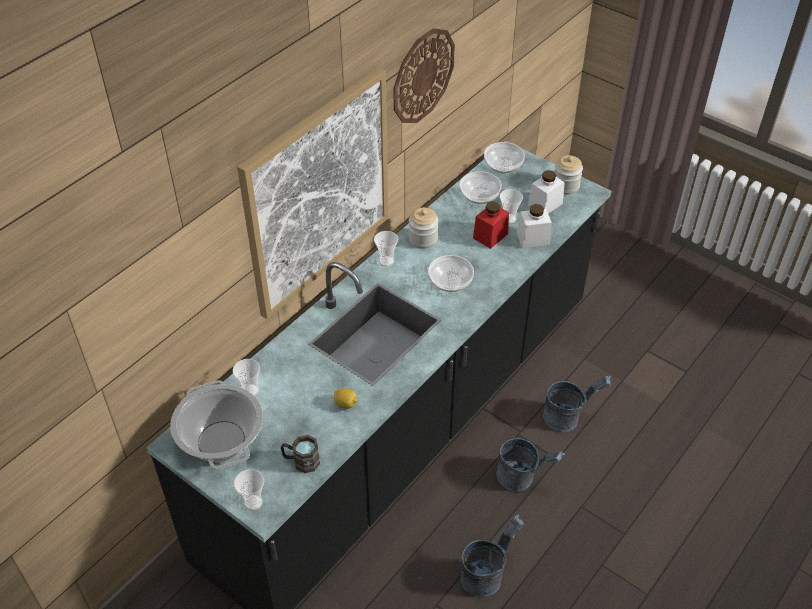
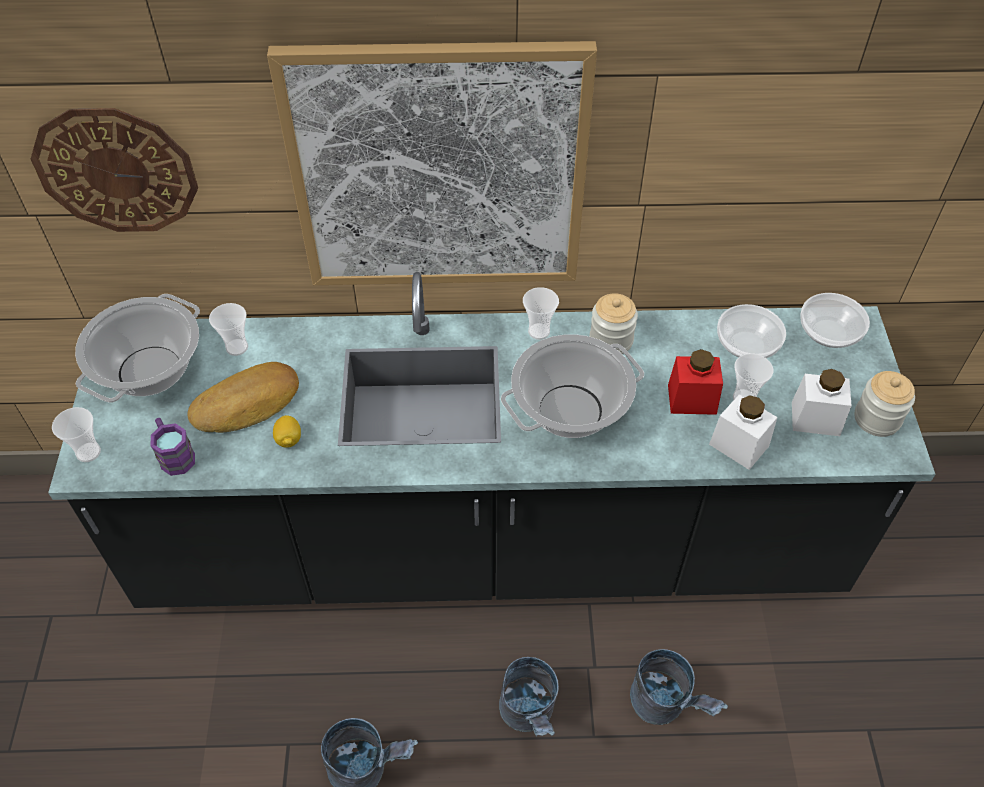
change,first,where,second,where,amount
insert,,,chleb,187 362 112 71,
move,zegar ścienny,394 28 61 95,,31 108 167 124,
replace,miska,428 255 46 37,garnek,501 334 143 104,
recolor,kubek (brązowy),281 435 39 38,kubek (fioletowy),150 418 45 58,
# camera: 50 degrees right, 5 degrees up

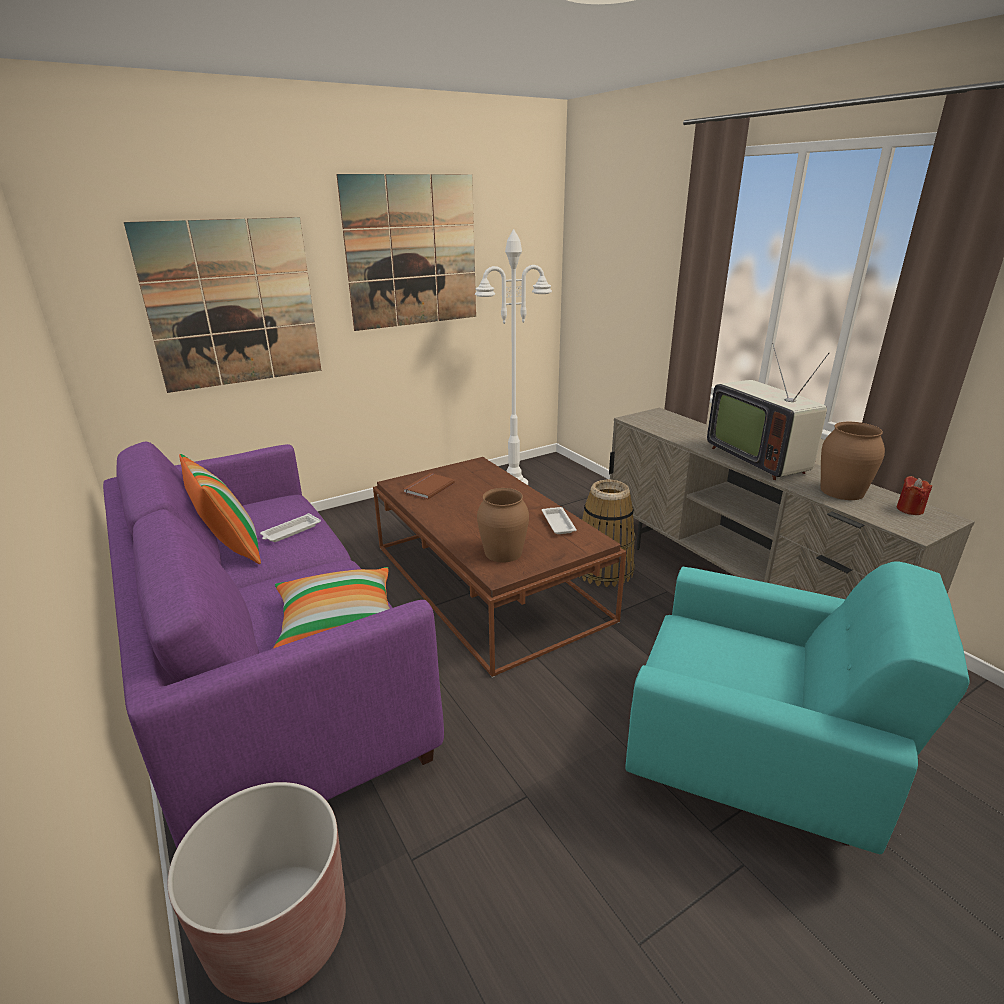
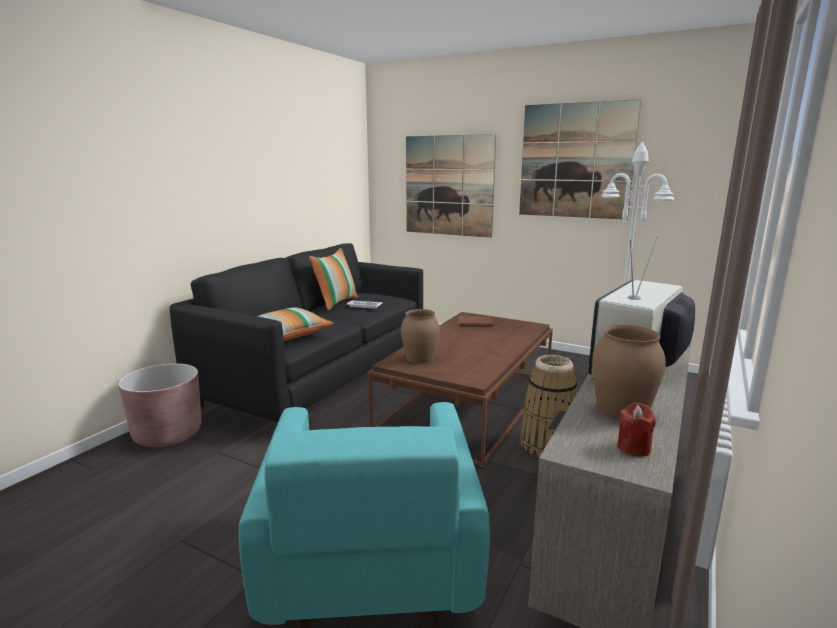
change,first,where,second,where,amount
delete,taca (biały),542 507 35 27,,,
recolor,kanapa (fioletowy),103 442 341 406,kanapa (czarny),170 243 253 179,
# camera: 60 degrees right, 10 degrees down

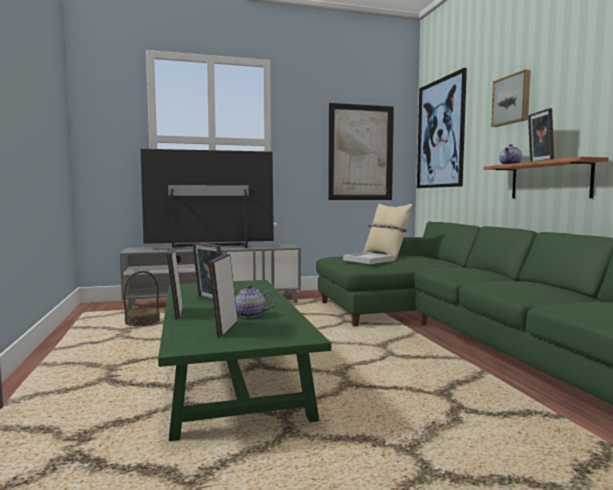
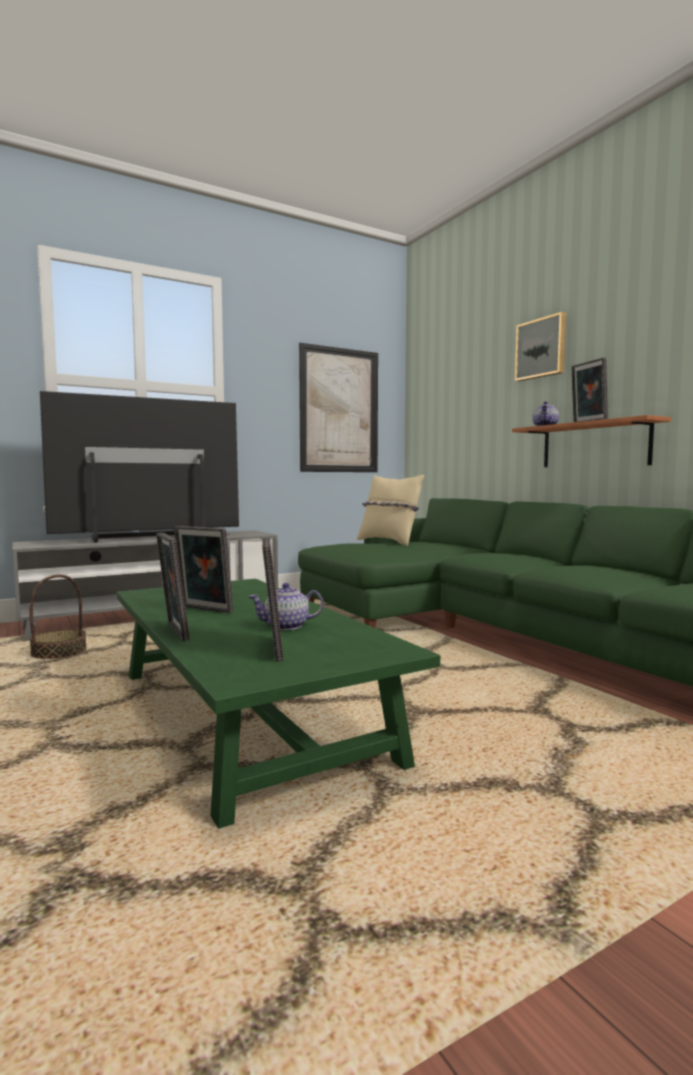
change,first,where,second,where,amount
delete,taca (biały),343 252 52 12,,,
delete,obraz,417 68 50 120,,,
# camera: 15 degrees left, 0 degrees up

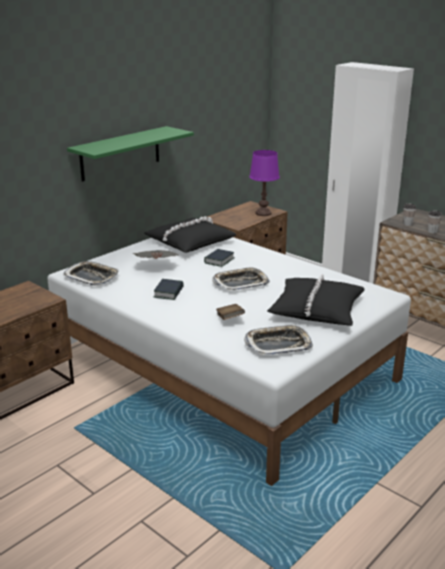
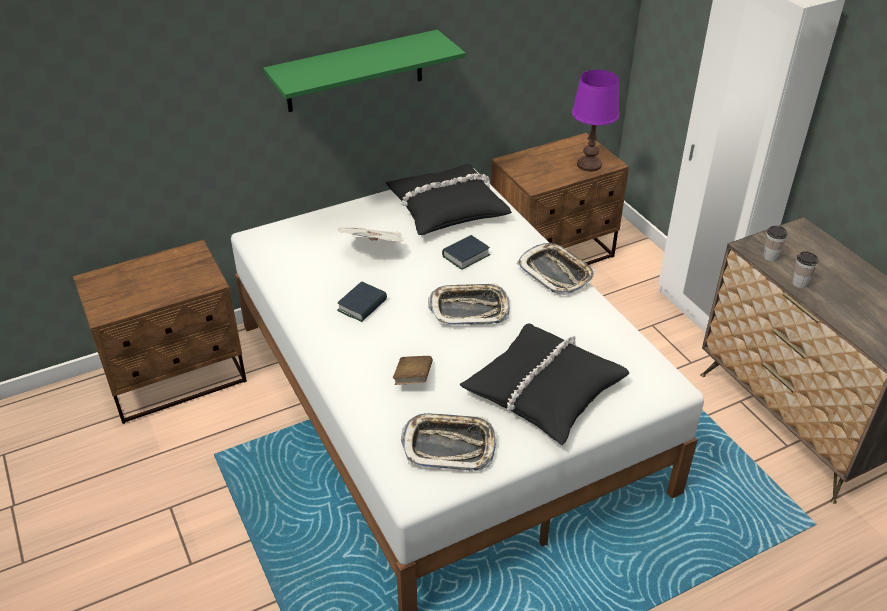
change,first,where,second,where,amount
move,taca,63 261 56 25,,517 243 78 52,
# camera: 20 degrees right, 15 degrees up

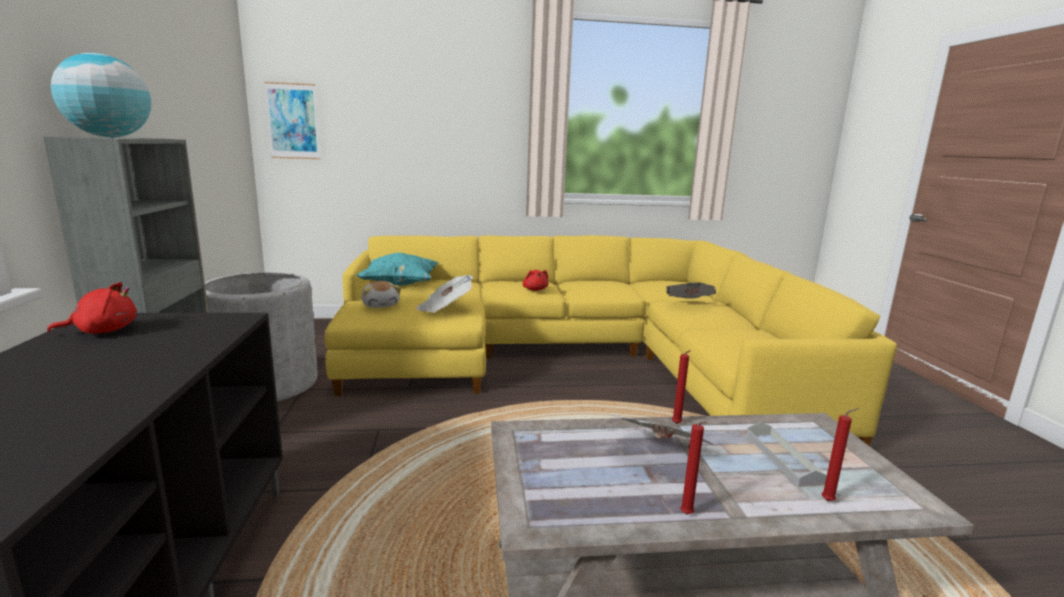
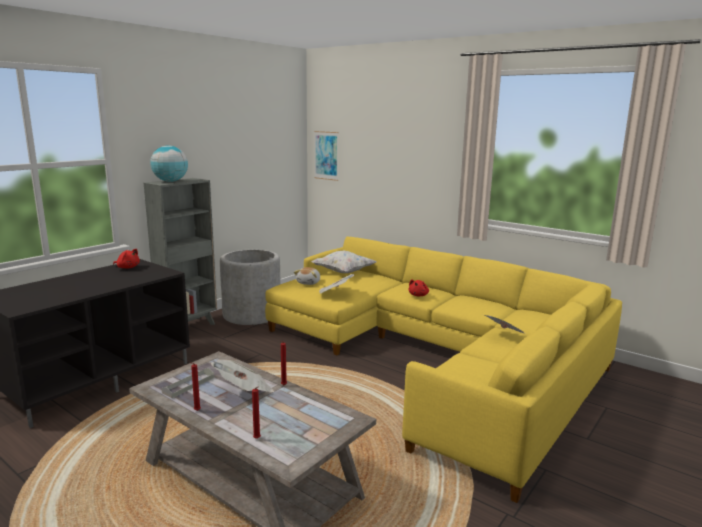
change,first,where,second,where,amount
move,taca (szary),746 422 81 65,,162 368 52 30,
recolor,poduszka (turkusowy),356 253 82 32,poduszka (biały),311 251 66 22,
# camera: 45 degrees right, 0 degrees up

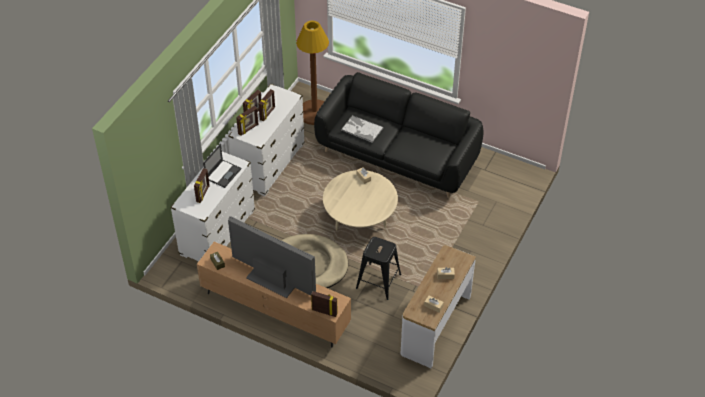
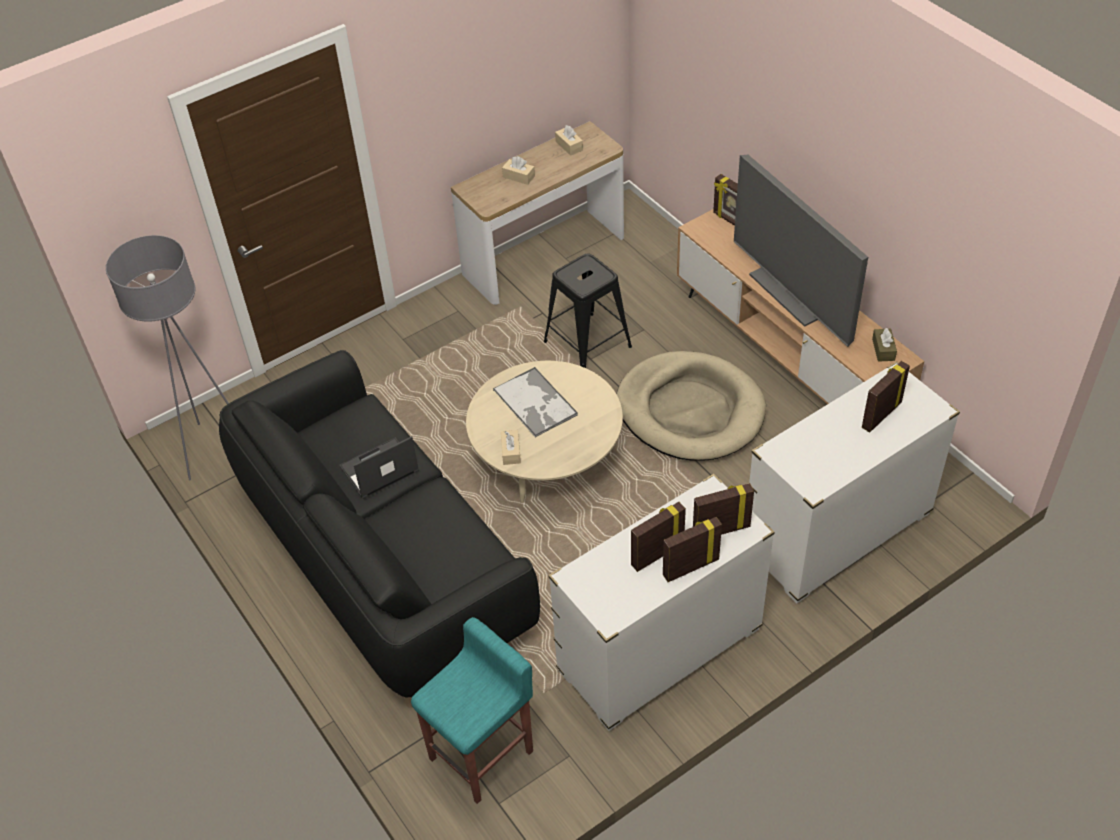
change,first,where,second,where,amount
insert,,,lampa stojąca (szary),106 235 123 245,
move,laptop,203 144 38 44,,340 436 79 63,
move,taca,341 115 43 28,,493 367 85 71,
replace,lampa stojąca (brązowy),296 20 33 105,stołek (turkusowy),411 617 122 187,
# camera: 150 degrees left, 0 degrees up

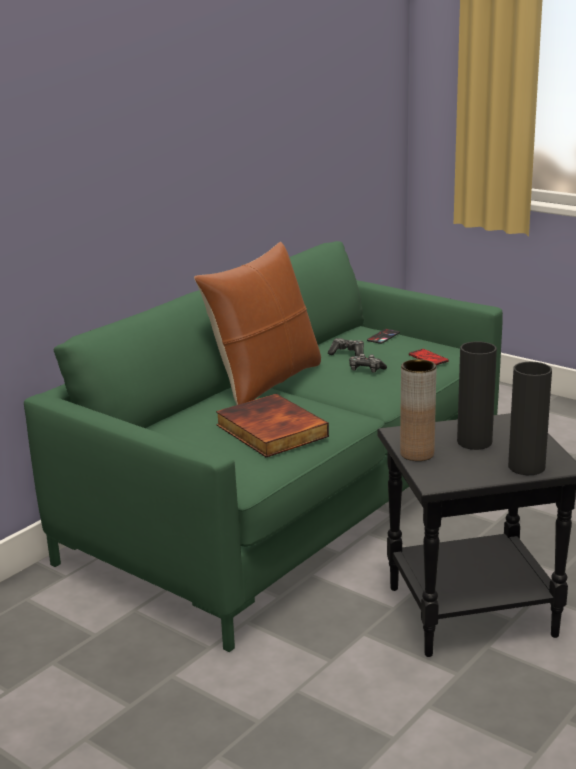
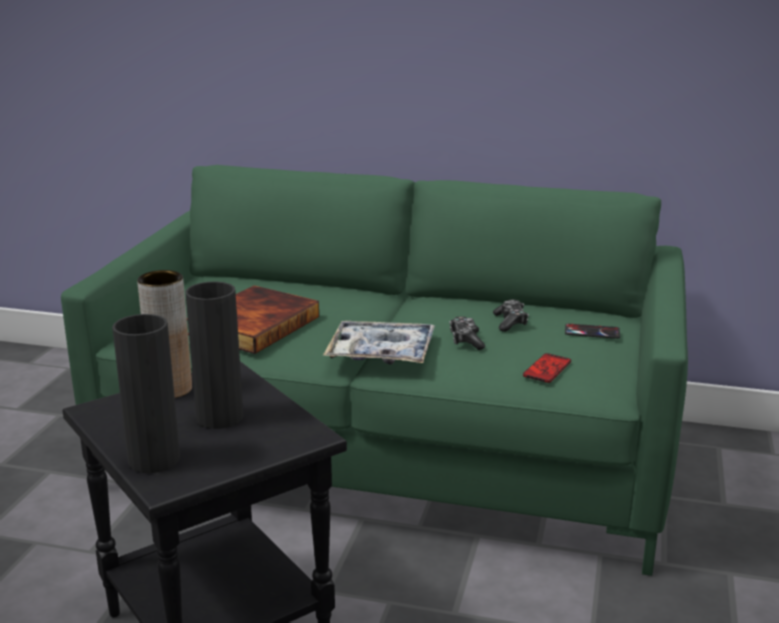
change,first,where,second,where,amount
delete,poduszka (brązowy),194 242 127 163,,,
insert,,,taca,323 320 112 44,
# camera: 65 degrees right, 0 degrees up

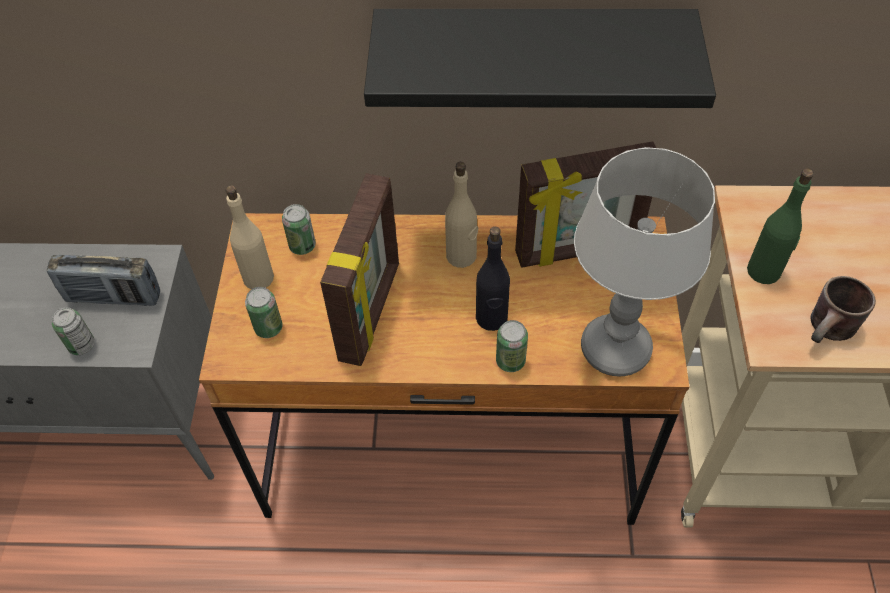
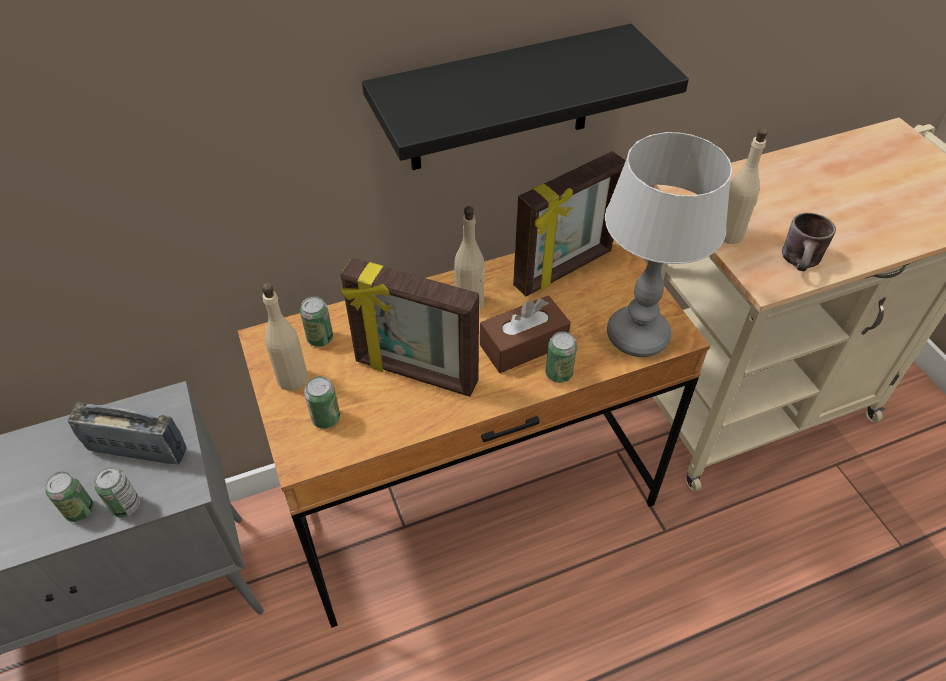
change,first,where,second,where,amount
insert,,,puszka,45 472 49 50,
replace,butelka (czarny),476 227 34 104,pudełko chusteczek (brązowy),480 295 91 78,
recolor,butelka (zielony),747 168 66 116,butelka (beżowy),724 128 44 116,
rotate,radio,47 255 113 51,,68 403 119 61,150 degrees counterclockwise
rotate,ramka na zdjęcie,320 173 79 193,,341 258 138 139,120 degrees clockwise
# camera: 25 degrees left, 5 degrees down

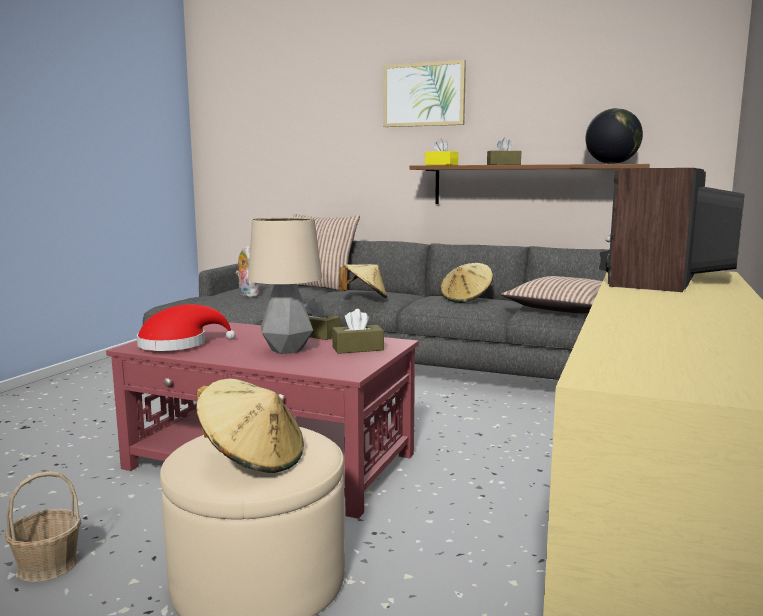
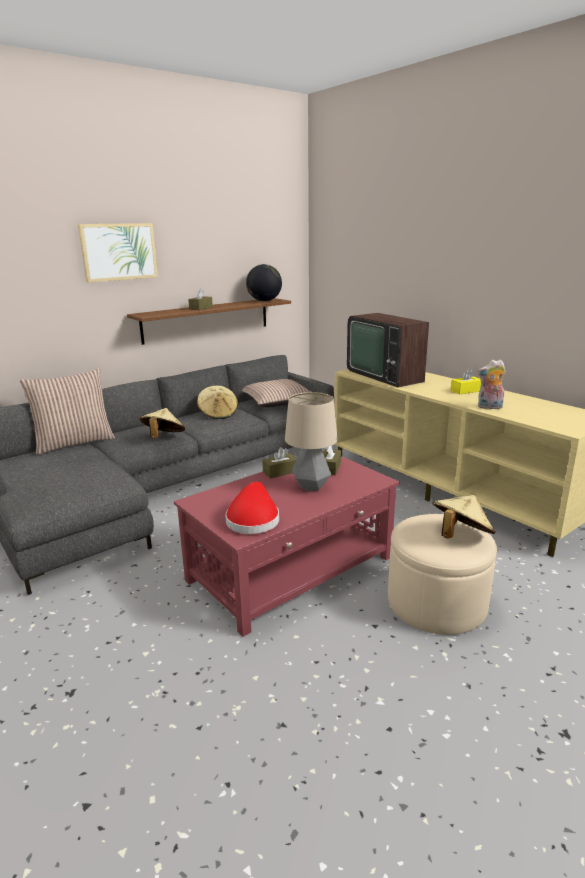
change,first,where,second,where,amount
delete,koszyk,5 471 76 111,,,
move,pluszak,235 246 24 51,,477 360 29 49,
move,pudełko chusteczek (żółty),425 139 34 26,,451 369 30 25,
# camera: 60 degrees left, 10 degrees up

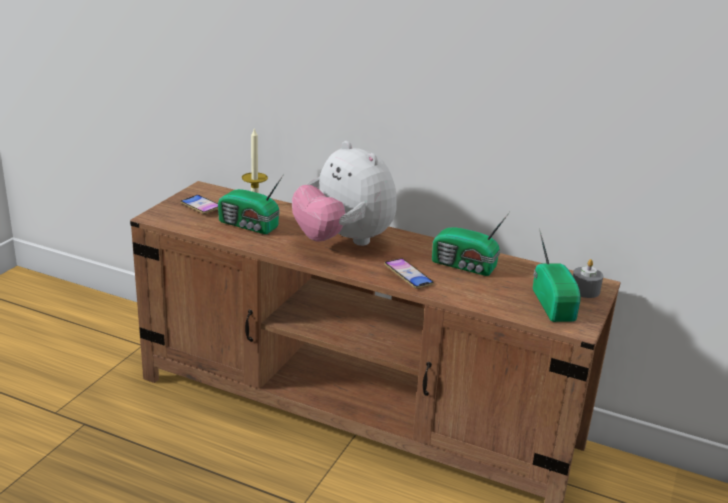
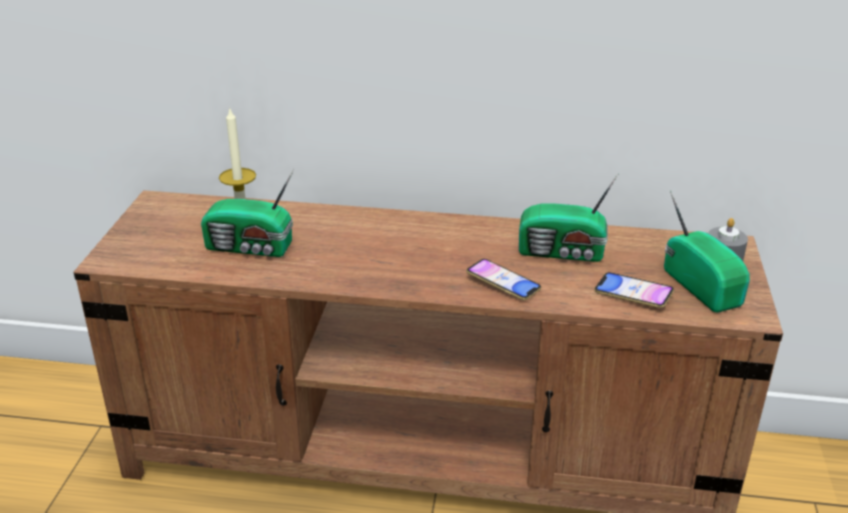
change,first,where,second,where,amount
delete,pluszak,292 141 105 105,,,
move,telefon,180 195 38 19,,594 272 80 36,
# camera: 15 degrees left, 5 degrees up

